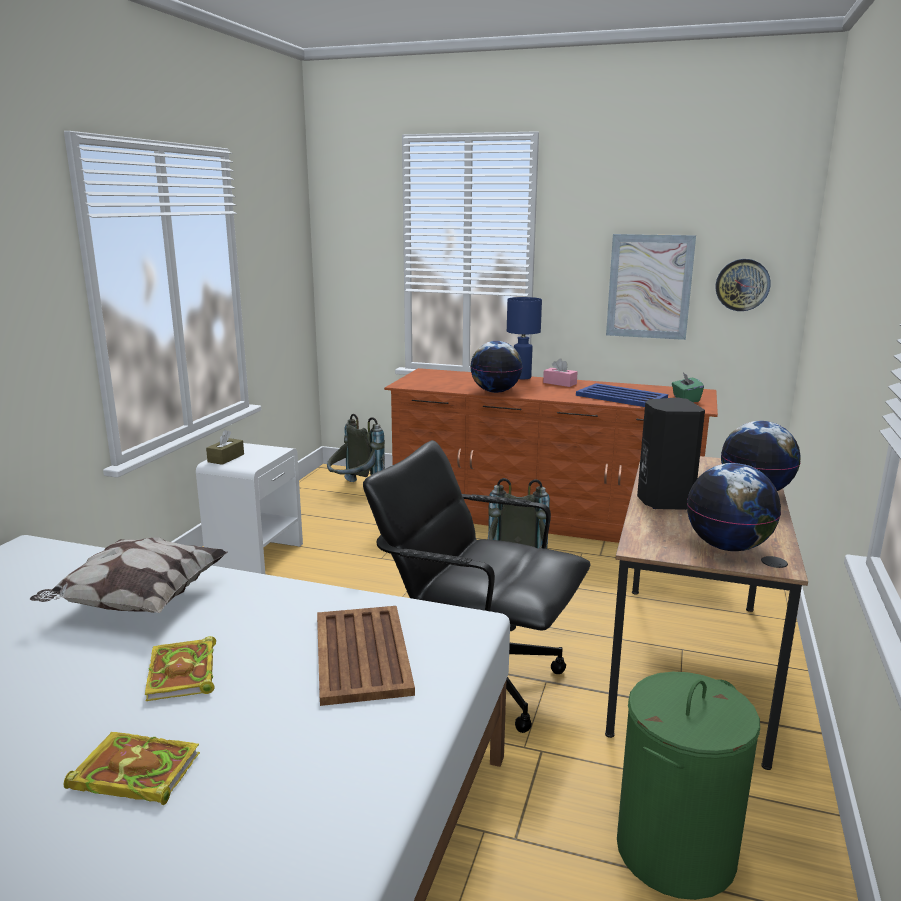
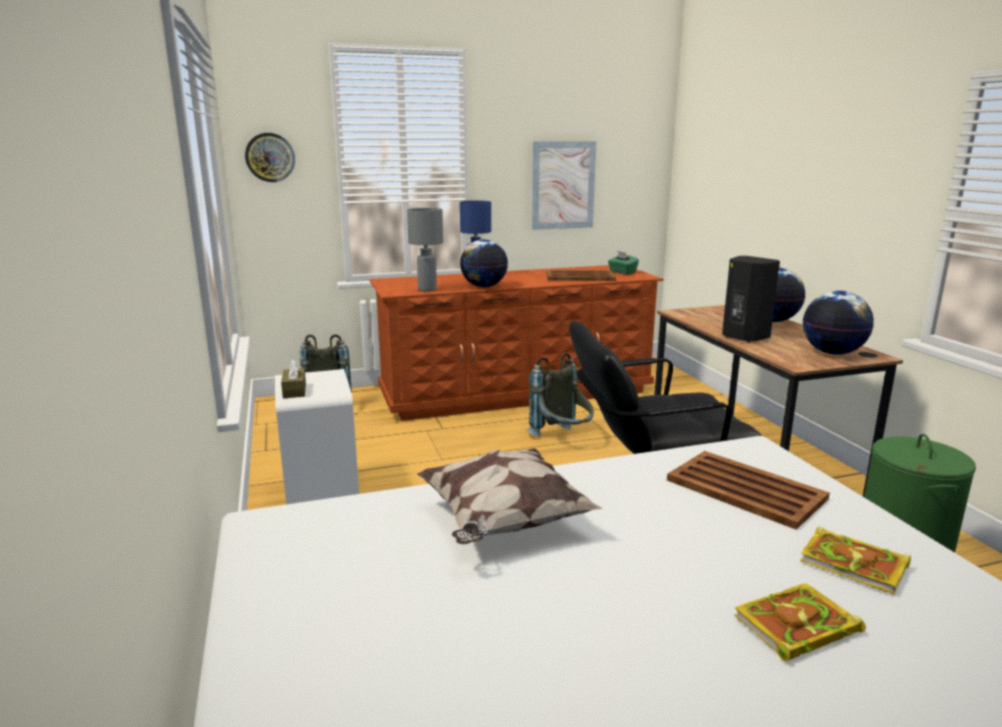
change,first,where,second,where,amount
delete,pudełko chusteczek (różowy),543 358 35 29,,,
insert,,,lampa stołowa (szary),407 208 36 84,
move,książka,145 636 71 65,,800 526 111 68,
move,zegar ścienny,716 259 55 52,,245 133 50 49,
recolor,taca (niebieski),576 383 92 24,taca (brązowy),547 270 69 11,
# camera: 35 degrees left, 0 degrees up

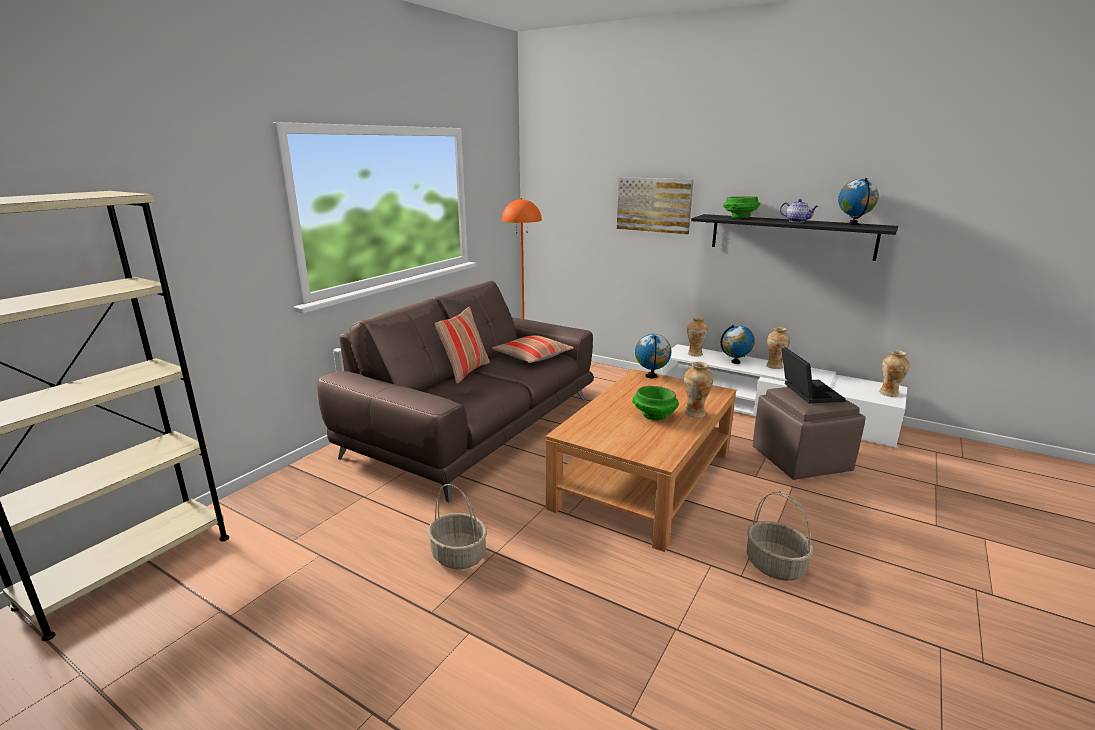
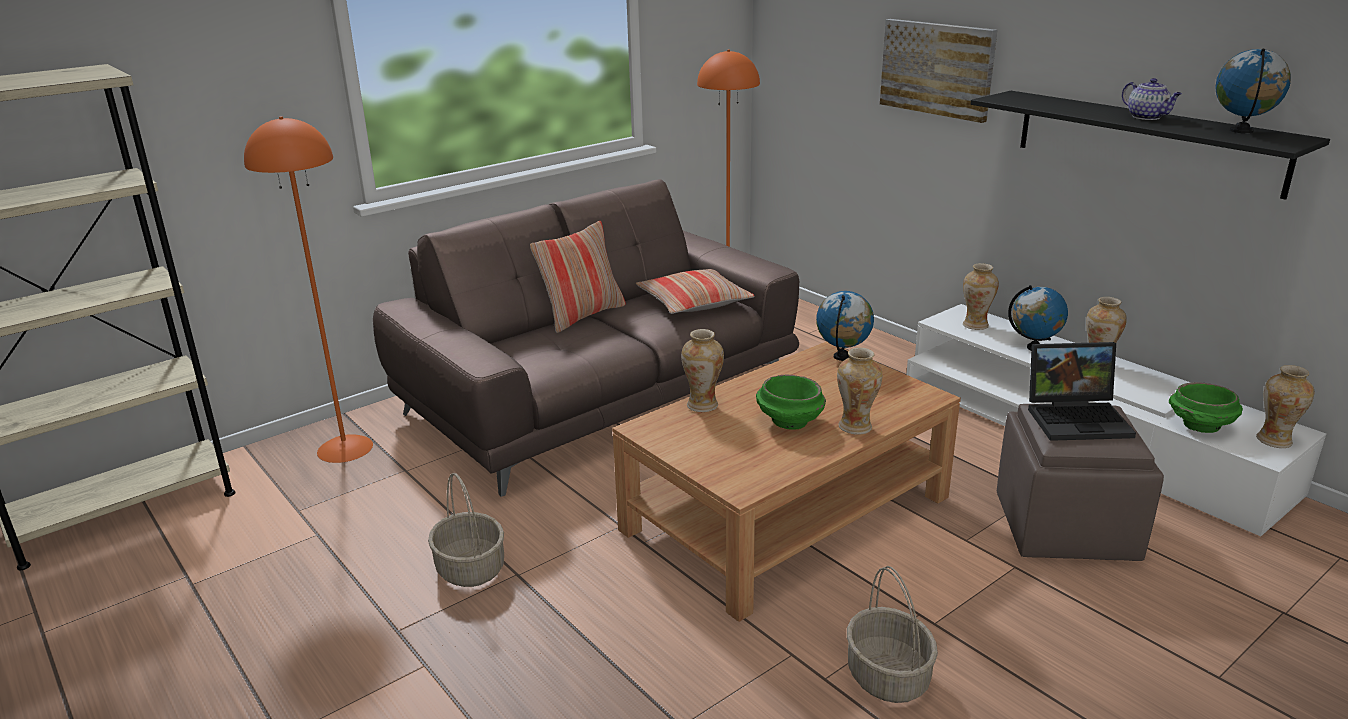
change,first,where,second,where,amount
insert,,,lampa stojąca (pomarańczowy),244 116 129 347,
insert,,,wazon,681 329 43 83,
move,miska (zielony),723 196 37 22,,1169 382 74 51,
rotate,laptop,782 347 63 56,,1028 342 108 99,75 degrees clockwise
# camera: 20 degrees right, 5 degrees up

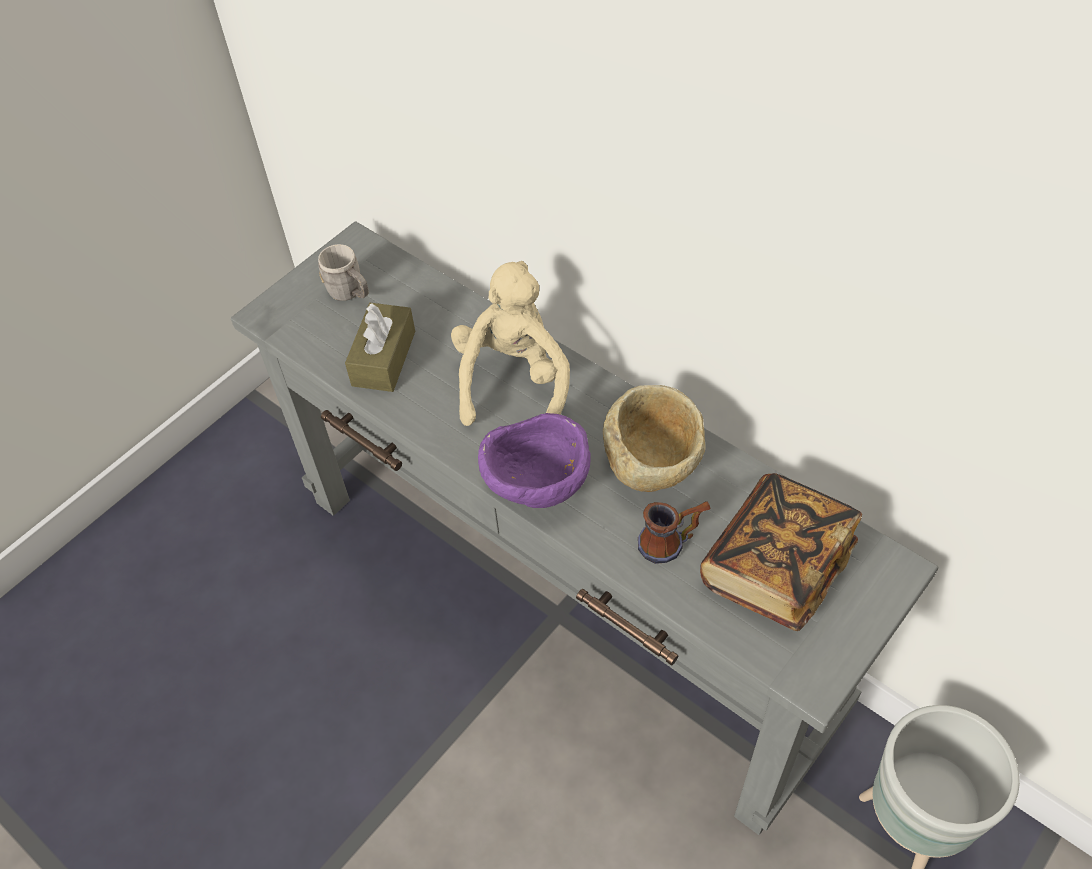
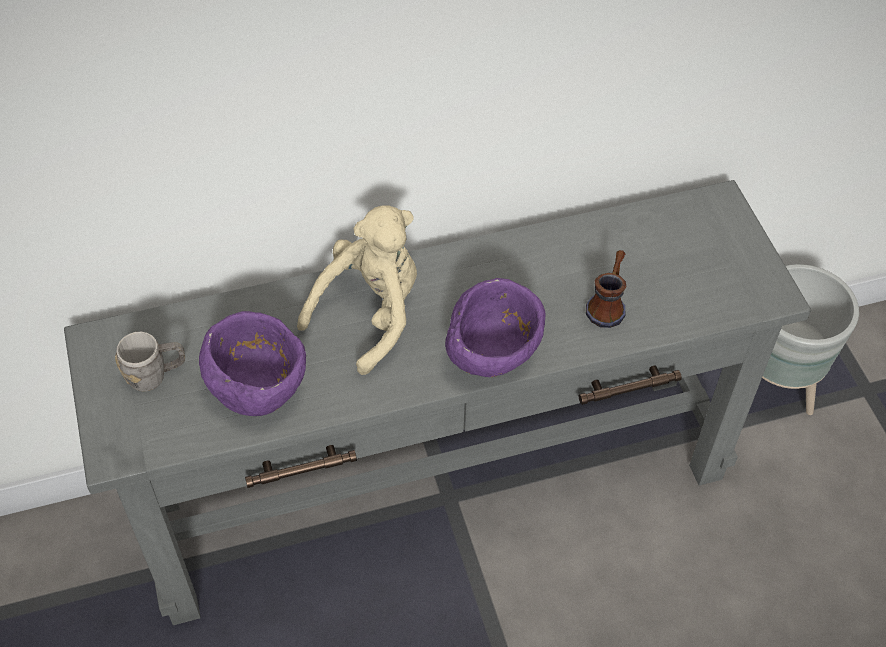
change,first,where,second,where,amount
delete,miska (beżowy),603 385 103 107,,,
delete,książka,700 473 162 158,,,
replace,pudełko chusteczek (brązowy),345 303 70 89,miska (fioletowy),199 311 107 105,
rotate,pluszak (beżowy),451 261 119 165,,297 206 120 169,90 degrees clockwise
# camera: 60 degrees left, 0 degrees up

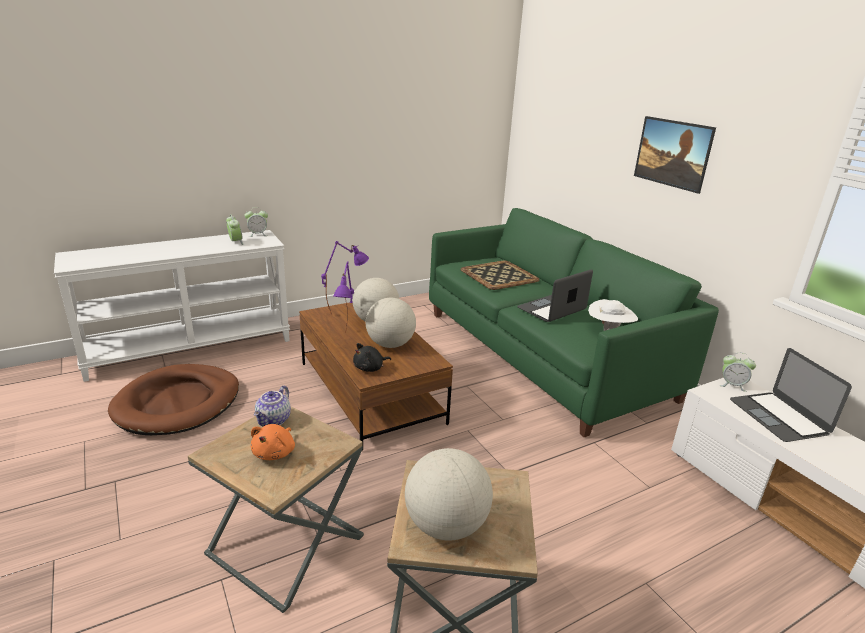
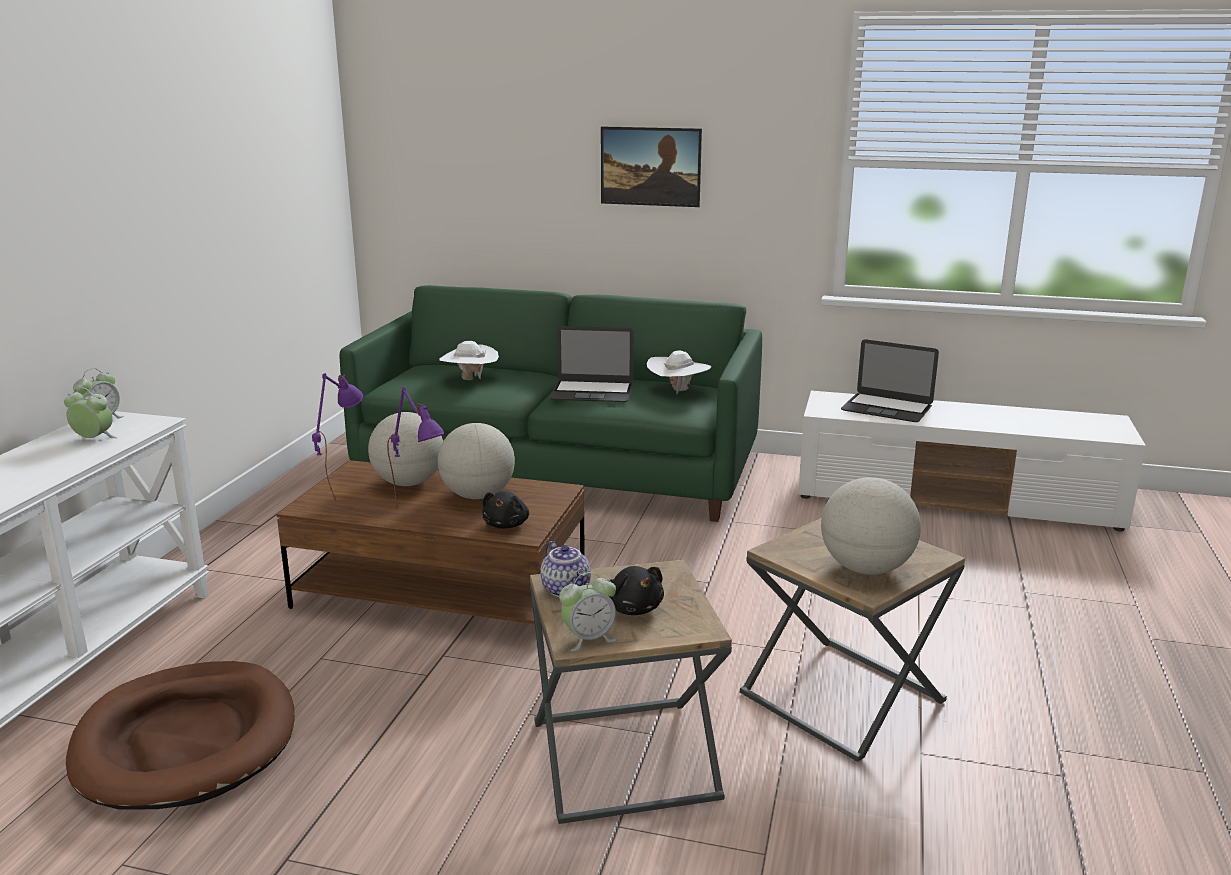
change,first,where,second,where,amount
move,budzik,719 352 37 40,,559 572 57 79,
replace,taca,461 261 78 29,kapelusz (biały),439 341 60 39,
recolor,pluszak (pomarańczowy),251 424 44 36,pluszak (czarny),609 566 55 49,
rotate,laptop,517 269 76 53,,550 326 84 76,90 degrees counterclockwise
# camera: 45 degrees left, 5 degrees down

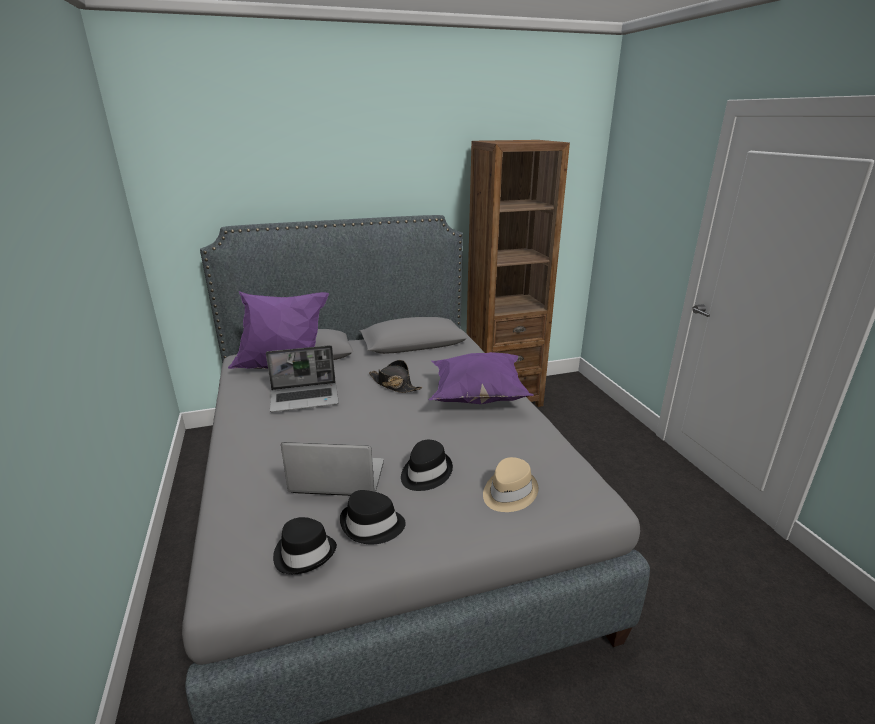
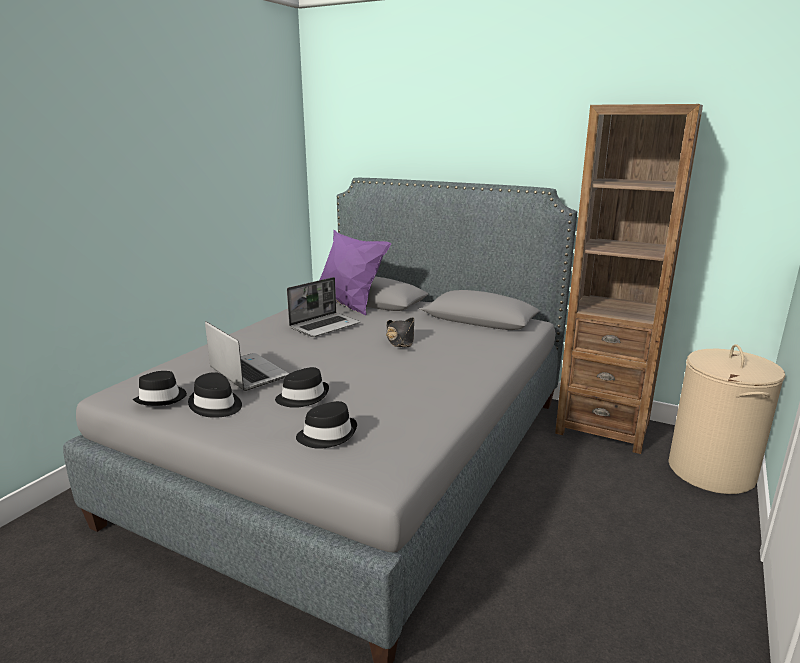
change,first,where,second,where,amount
delete,poduszka (fioletowy),428 352 106 52,,,
insert,,,kosz na pranie (beżowy),668 344 118 150,
recolor,kapelusz (beżowy),483 457 55 55,kapelusz (czarny),296 401 61 48,
rotate,laptop,266 345 73 67,,287 277 73 60,75 degrees counterclockwise
# camera: 45 degrees right, 5 degrees down

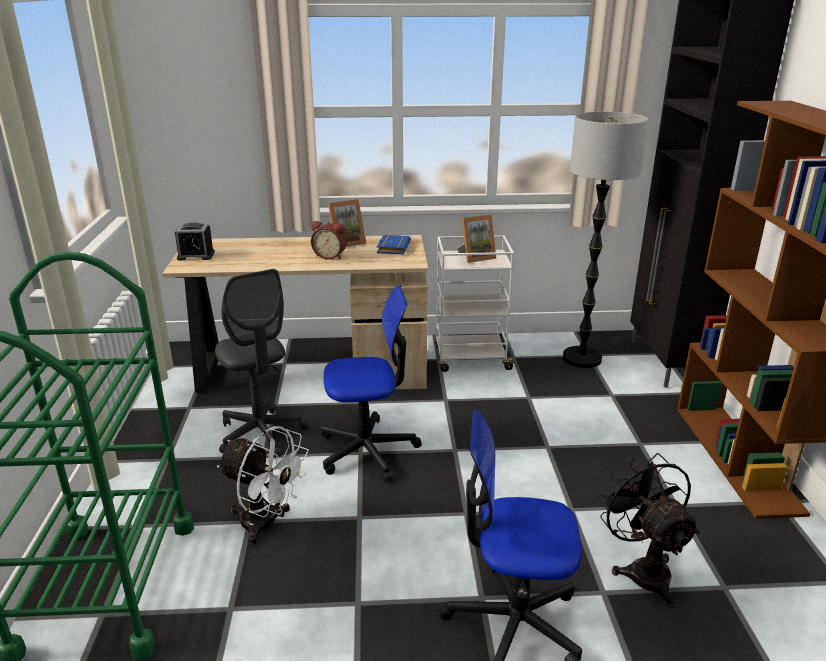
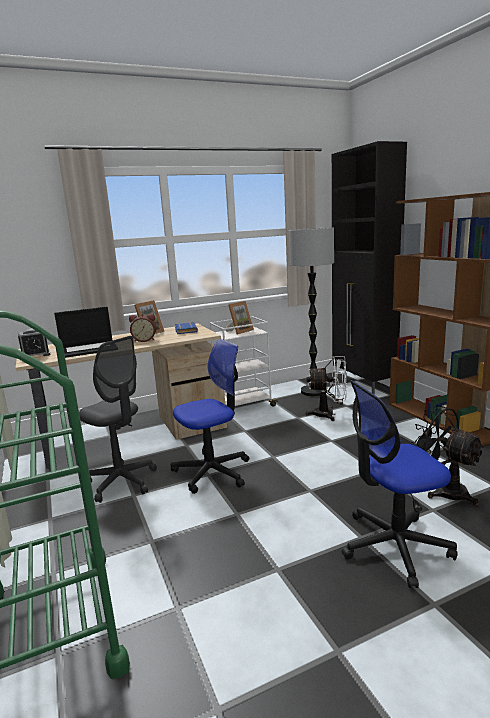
change,first,where,second,where,amount
insert,,,laptop,54 307 58 51,
move,wentylator (biały),217 426 92 119,,305 356 42 65,
# camera: 20 degrees left, 10 degrees down

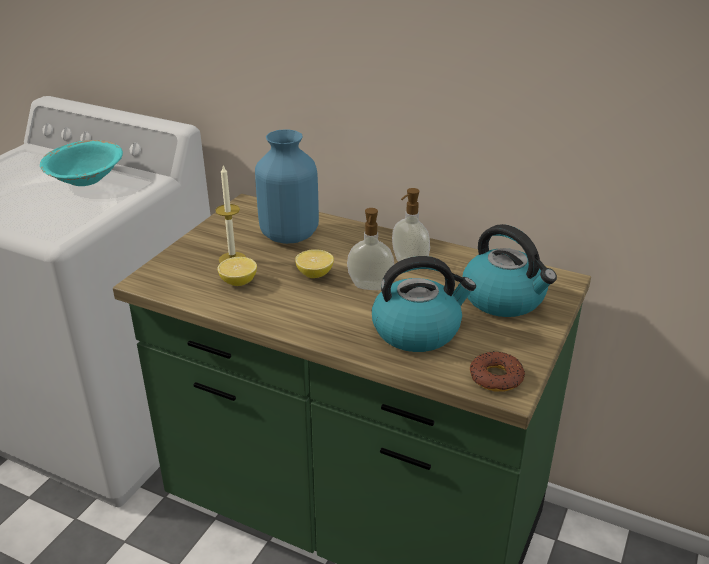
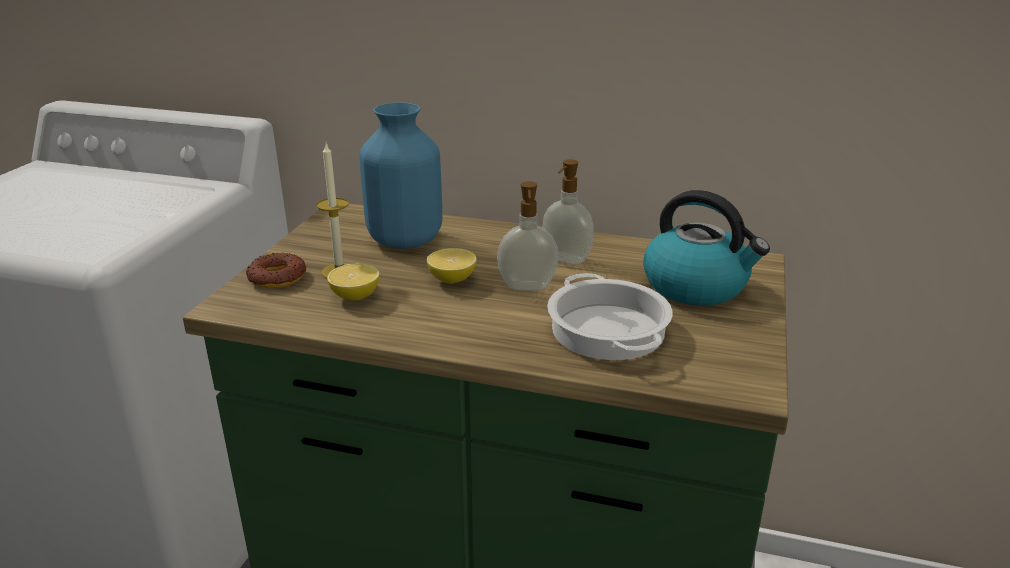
change,first,where,second,where,amount
delete,miska (turkusowy),40 140 83 46,,,
move,donut,470 351 55 41,,246 253 60 35,
replace,czajnik,372 256 104 96,garnek,547 273 126 87,
# camera: 10 degrees left, 5 degrees down

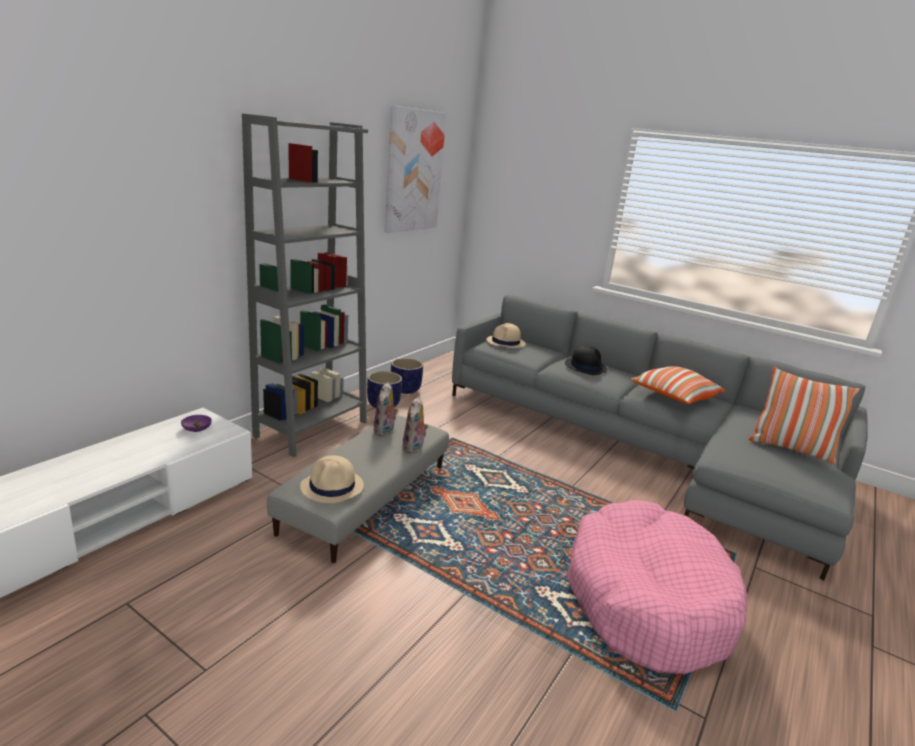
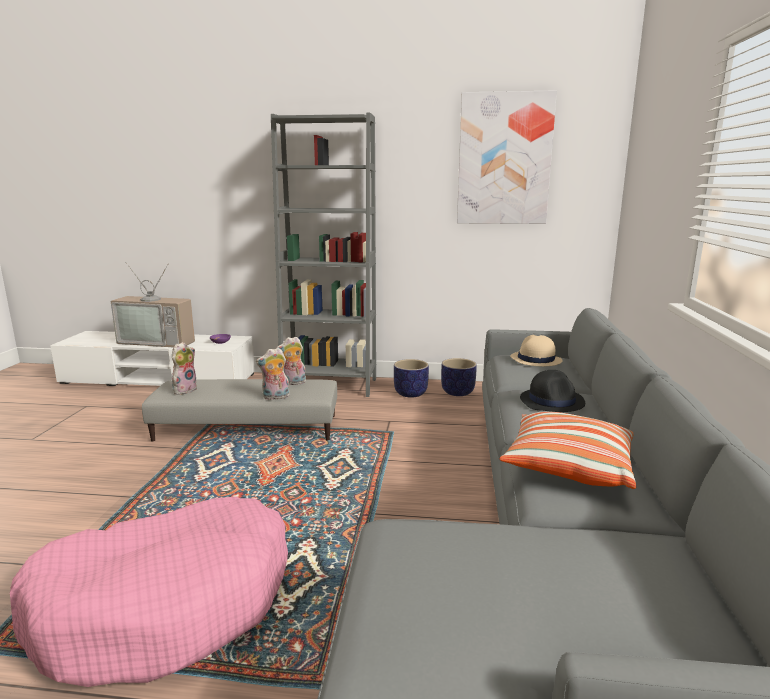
change,first,where,second,where,amount
delete,poduszka,749 367 111 97,,,
insert,,,telewizor,111 263 84 84,
replace,kapelusz (beżowy),300 455 64 48,pluszak,172 342 25 53,
# camera: 65 degrees right, 5 degrees down

